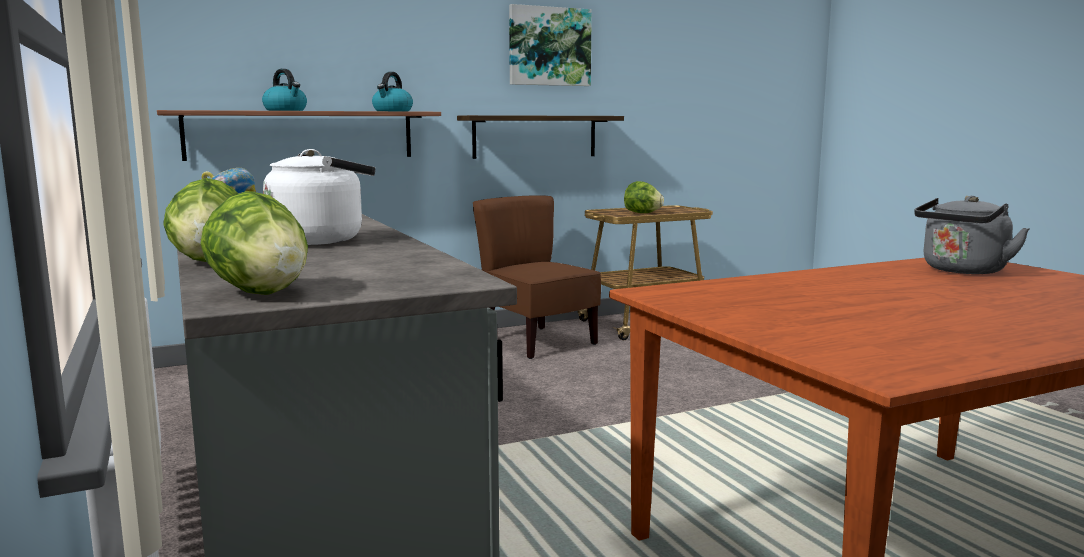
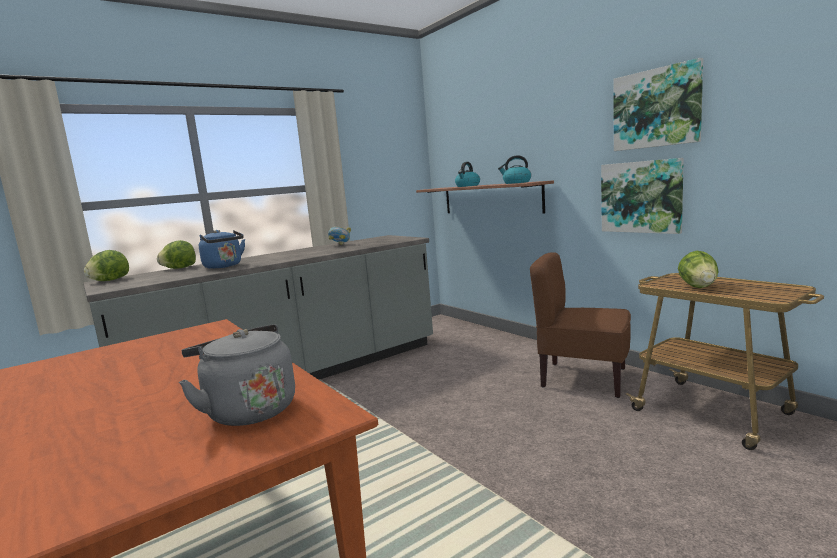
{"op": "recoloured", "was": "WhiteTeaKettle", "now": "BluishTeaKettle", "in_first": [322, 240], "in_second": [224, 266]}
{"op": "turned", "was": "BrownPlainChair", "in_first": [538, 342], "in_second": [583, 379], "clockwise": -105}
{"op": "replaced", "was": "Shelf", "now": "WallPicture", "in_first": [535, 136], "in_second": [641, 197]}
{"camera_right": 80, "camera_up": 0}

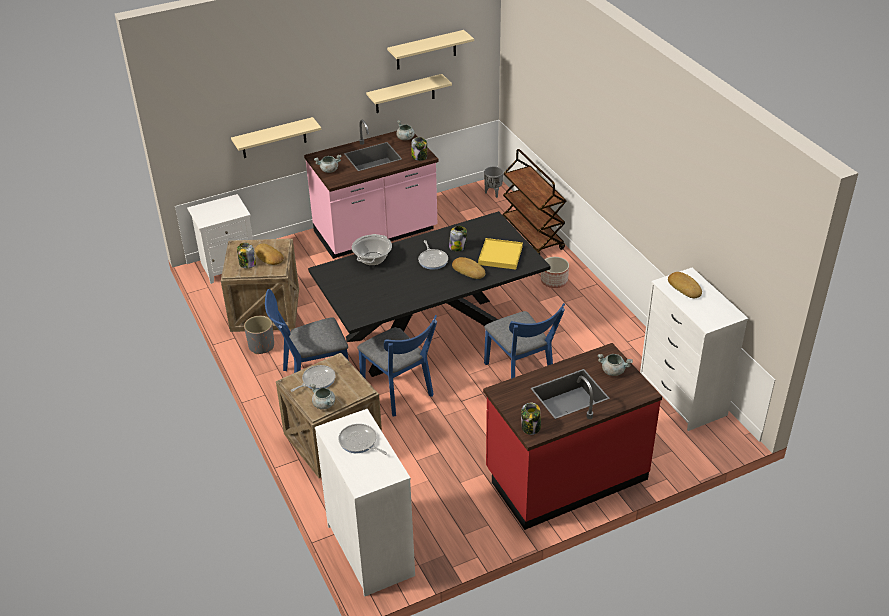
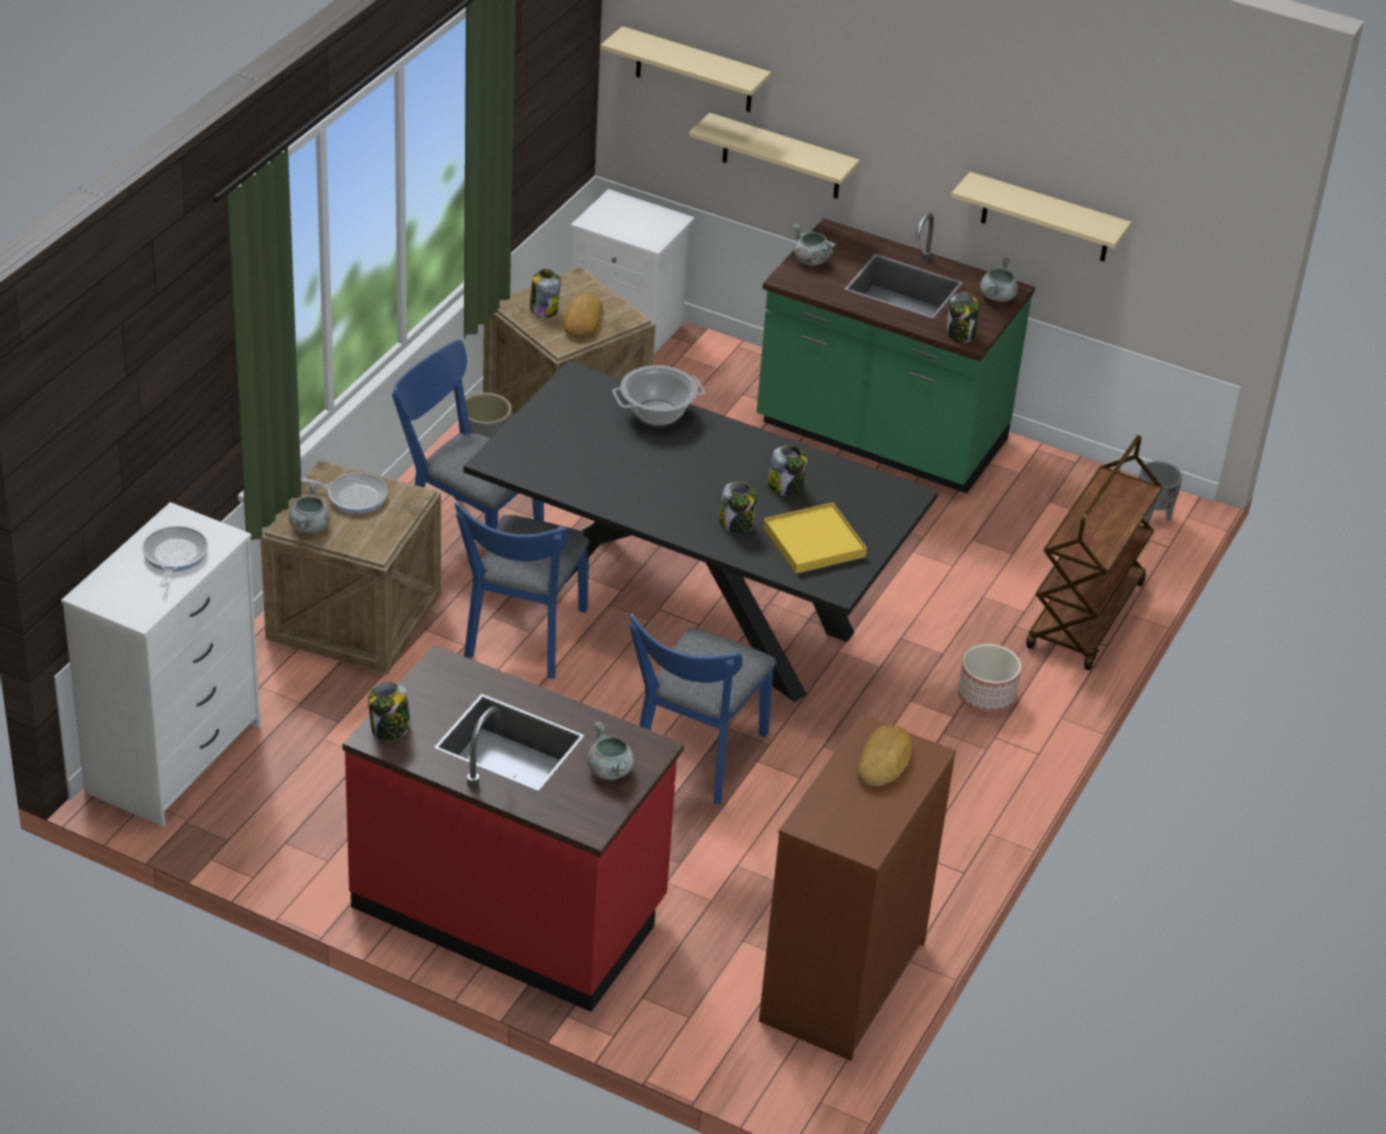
{"op": "moved", "was": "BeigeShelf", "in_first": [426, 50], "in_second": [694, 71]}
{"op": "replaced", "was": "Bread", "now": "Jar", "in_first": [469, 270], "in_second": [737, 524]}
{"op": "recoloured", "was": "PinkColouredKitchenBaseUnit", "now": "GreenColouredKitchenBaseUnit", "in_first": [376, 233], "in_second": [880, 436]}
{"op": "recoloured", "was": "WhiteChestOfDrawers", "now": "BrownChestOfDrawers", "in_first": [682, 396], "in_second": [841, 981]}
{"op": "removed", "was": "Pan", "in_first": [433, 260]}
{"camera_right": 50, "camera_up": 0}

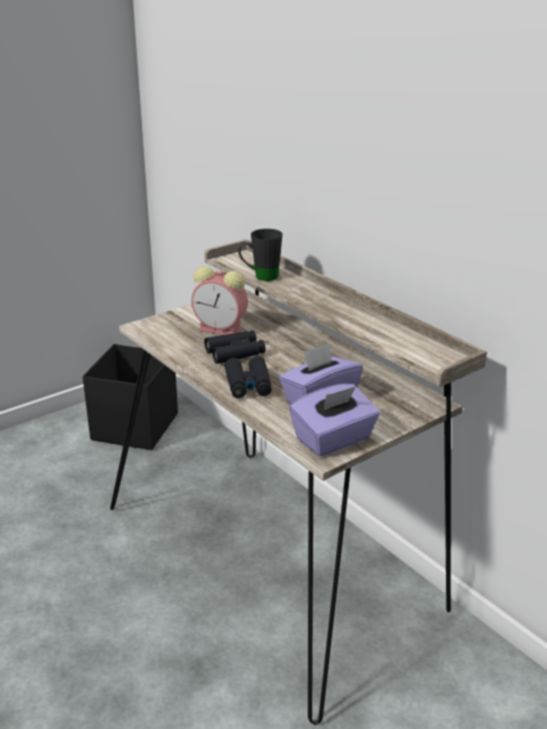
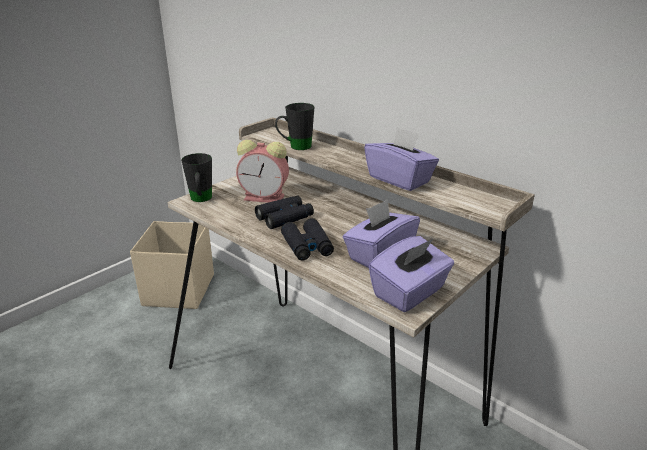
{"op": "recoloured", "was": "BlackishStorageBin", "now": "BeigeStorageBin", "in_first": [134, 427], "in_second": [178, 291]}
{"op": "added", "now": "BlackishCoffeeMug", "in_second": [201, 200]}
{"op": "added", "now": "PurpleColouredTissueHolder", "in_second": [399, 179]}
{"camera_right": -10, "camera_up": 0}

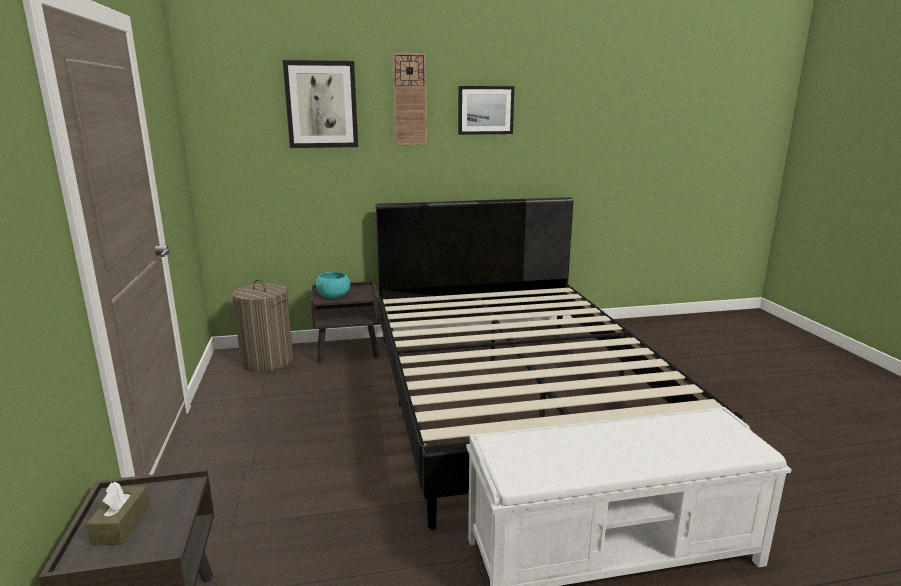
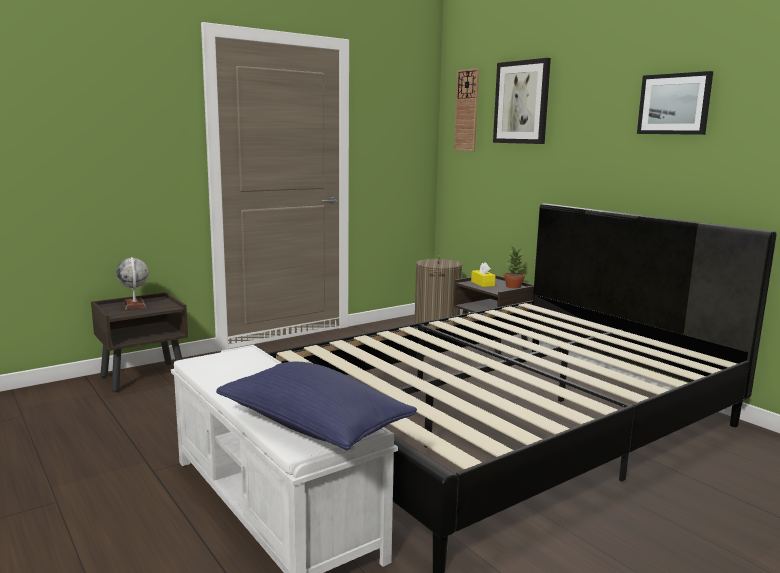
{"op": "replaced", "was": "BrownTissueHolder", "now": "WorldGlobe", "in_first": [121, 524], "in_second": [134, 305]}
{"op": "added", "now": "BluishPillow", "in_second": [313, 426]}
{"op": "moved", "was": "HangingClock", "in_first": [410, 100], "in_second": [466, 110]}
{"op": "replaced", "was": "BlueGreenBowl", "now": "YellowishTissueHolder", "in_first": [333, 295], "in_second": [482, 283]}
{"op": "added", "now": "PottedPlant", "in_second": [513, 286]}
{"camera_right": 65, "camera_up": -5}

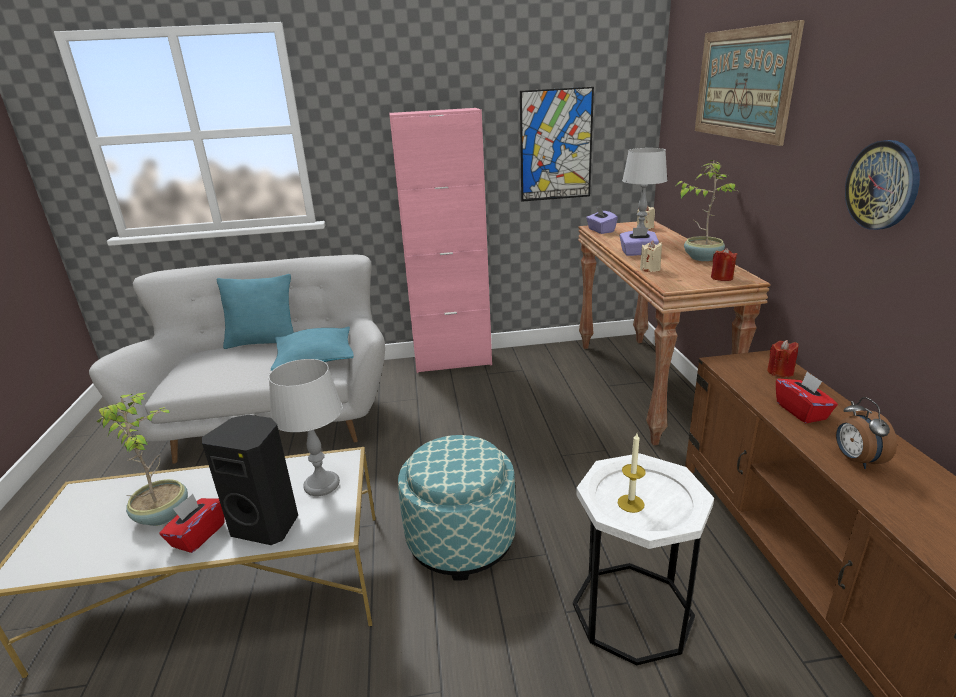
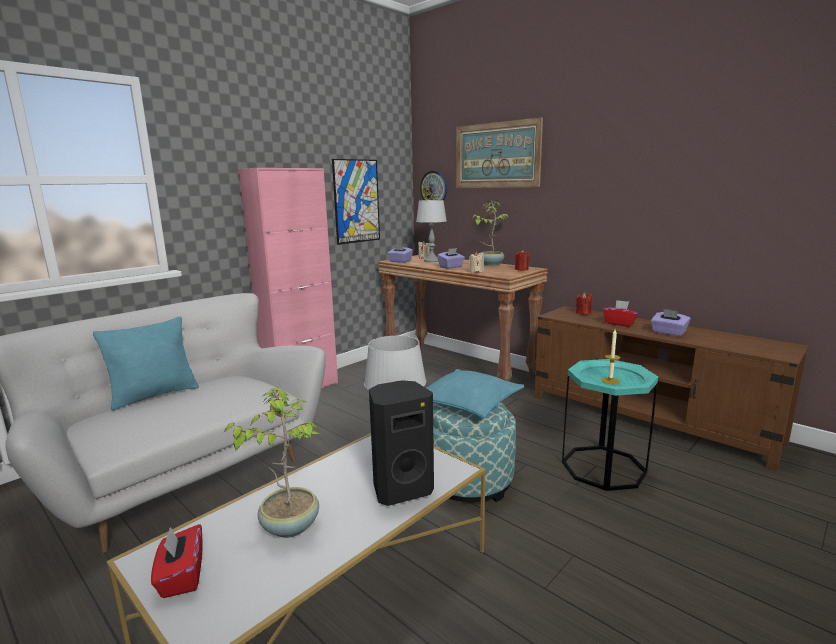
{"op": "moved", "was": "ReddishTissueHolder", "in_first": [198, 535], "in_second": [181, 576]}
{"op": "moved", "was": "HangingClock", "in_first": [882, 185], "in_second": [434, 188]}
{"op": "moved", "was": "BlueGreenPillow", "in_first": [315, 358], "in_second": [469, 403]}
{"op": "recoloured", "was": "WhiteEndTable", "now": "BlueGreenEndTable", "in_first": [632, 611], "in_second": [603, 467]}
{"op": "replaced", "was": "BedsideClock", "now": "PurpleColouredTissueHolder", "in_first": [856, 460], "in_second": [668, 333]}
{"camera_right": -40, "camera_up": -10}

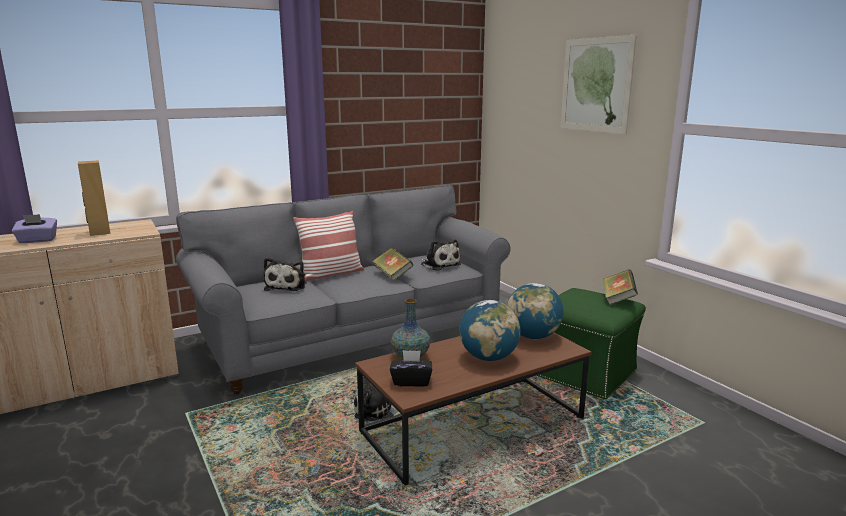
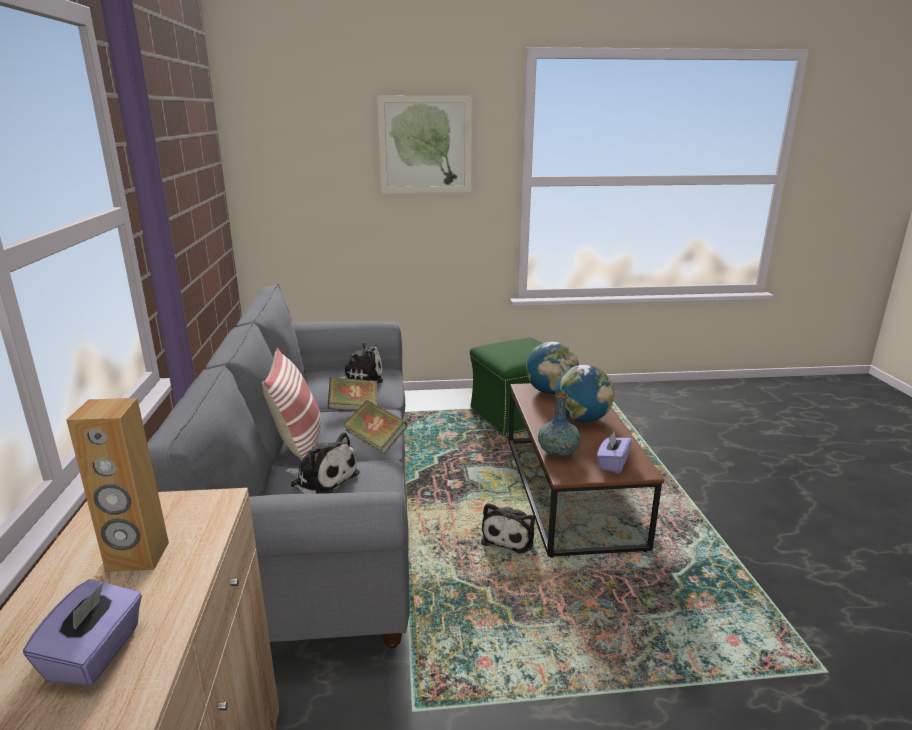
{"op": "moved", "was": "Book", "in_first": [618, 299], "in_second": [376, 442]}
{"op": "recoloured", "was": "BlackishTissueHolder", "now": "PurpleColouredTissueHolder", "in_first": [411, 381], "in_second": [612, 464]}
{"camera_right": -65, "camera_up": 5}

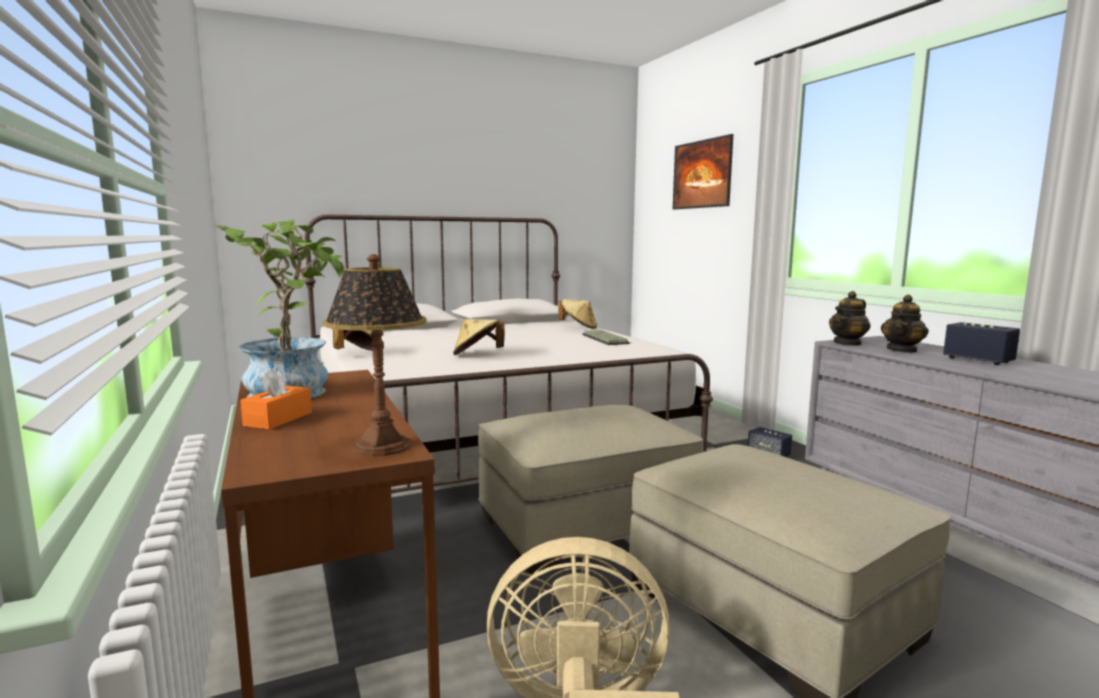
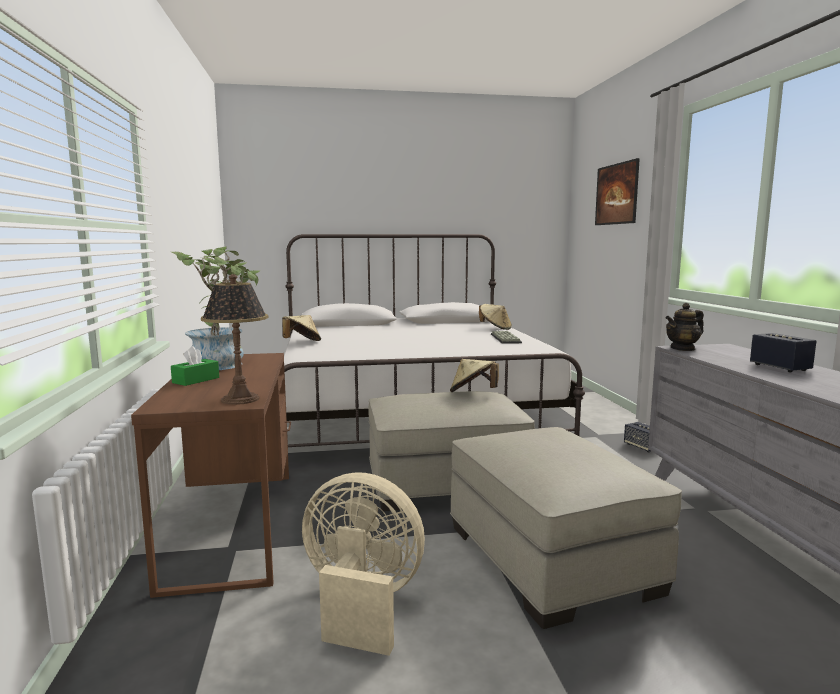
{"op": "recoloured", "was": "OrangeyTissueHolder", "now": "GreenColouredTissueHolder", "in_first": [278, 419], "in_second": [196, 380]}
{"op": "moved", "was": "BeigeClothingHat", "in_first": [477, 355], "in_second": [472, 393]}
{"op": "removed", "was": "PotForTea", "in_first": [902, 350]}
{"camera_right": 15, "camera_up": 0}

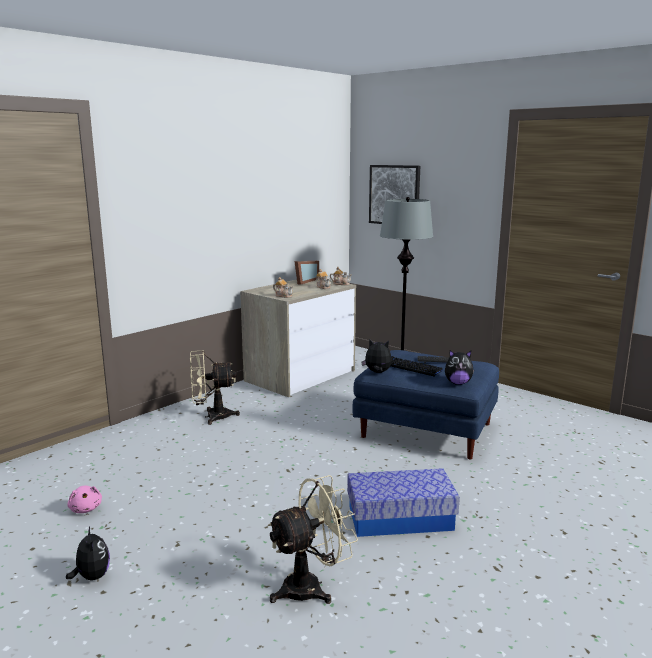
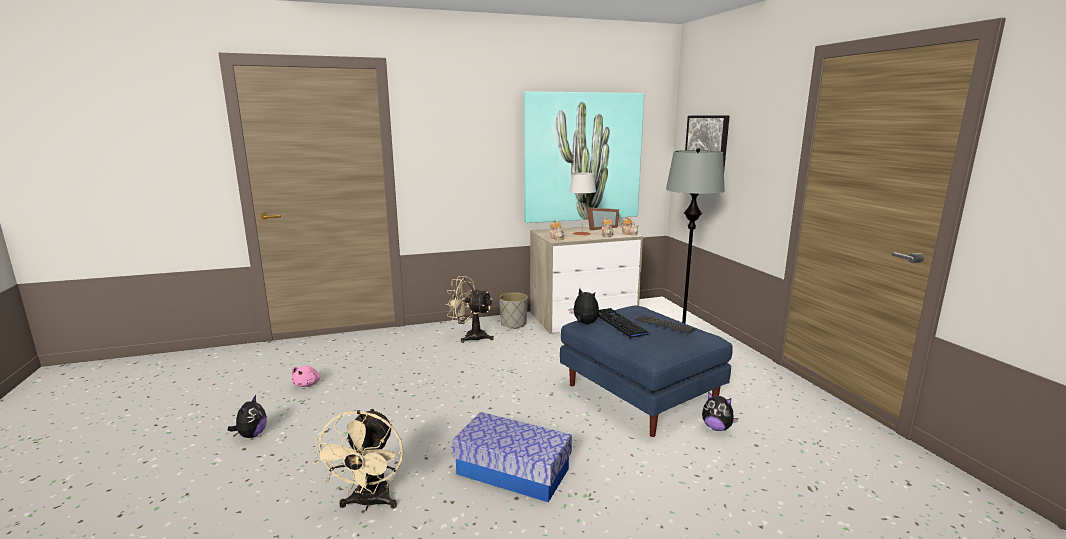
{"op": "turned", "was": "BeigeFan", "in_first": [311, 586], "in_second": [369, 503], "clockwise": 90}
{"op": "added", "now": "GrayPlanter", "in_second": [513, 324]}
{"op": "added", "now": "WallPicture", "in_second": [582, 157]}
{"op": "added", "now": "GrayTabletopLamp", "in_second": [581, 233]}
{"op": "moved", "was": "CuddlyToy", "in_first": [458, 383], "in_second": [717, 428]}
{"camera_right": 30, "camera_up": 0}

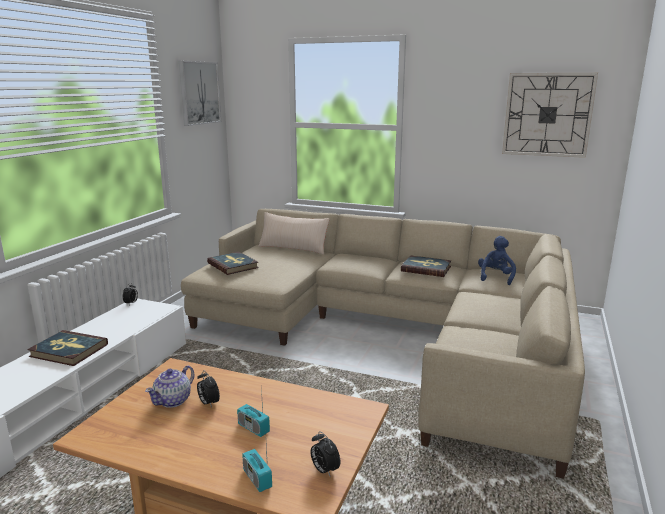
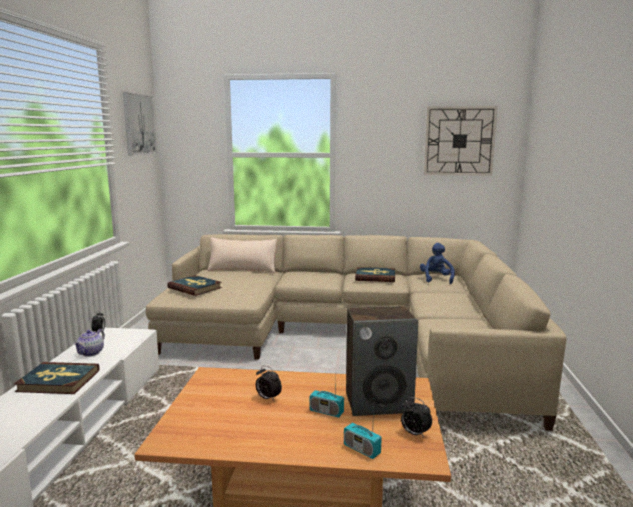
{"op": "moved", "was": "PotForTea", "in_first": [173, 400], "in_second": [91, 353]}
{"op": "added", "now": "AudioSpeaker", "in_second": [379, 402]}
{"camera_right": -15, "camera_up": -5}

